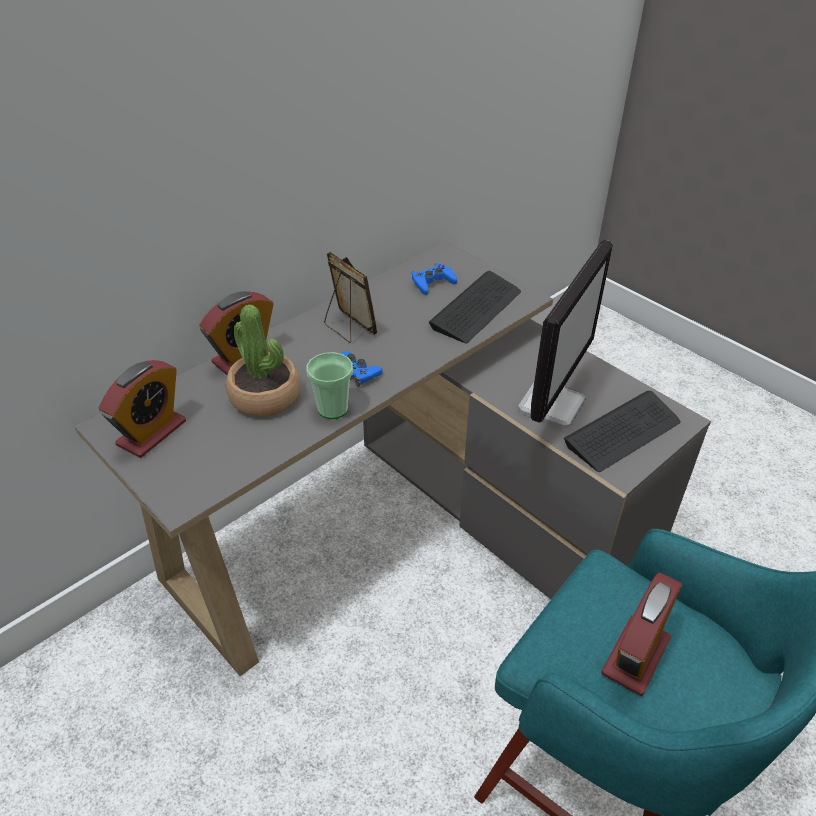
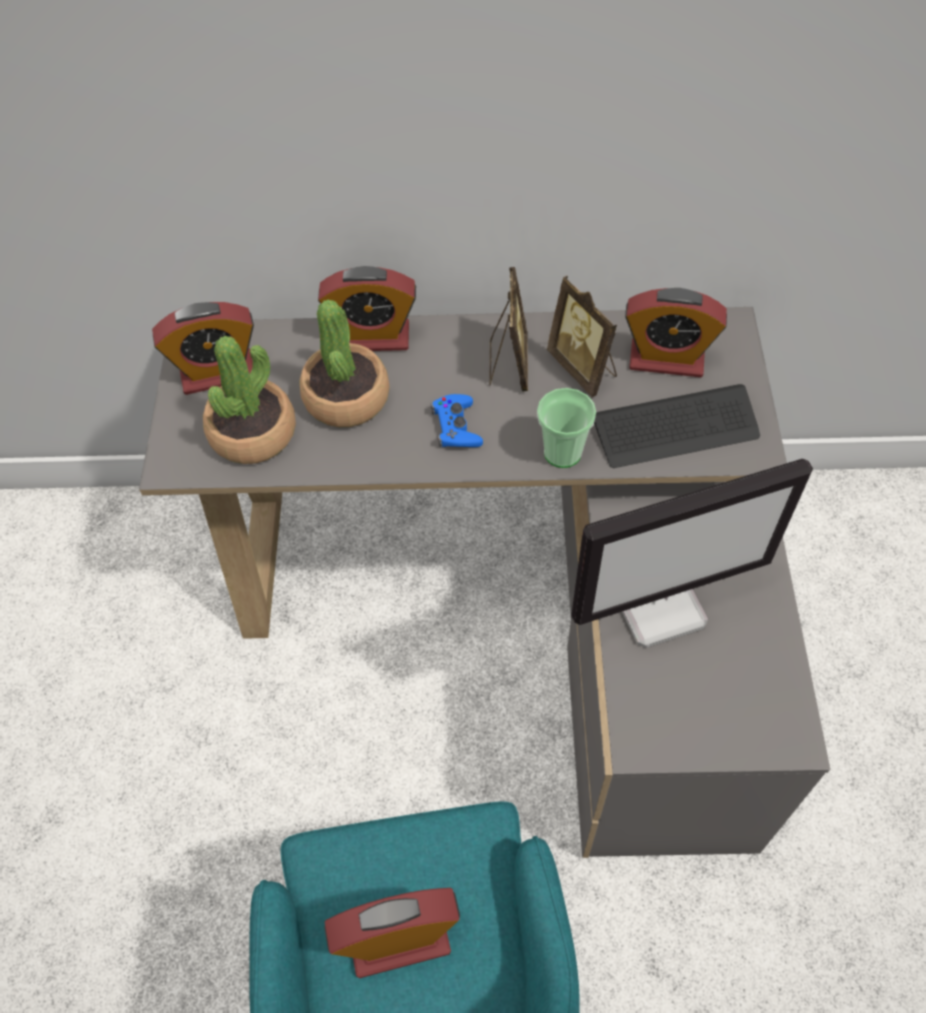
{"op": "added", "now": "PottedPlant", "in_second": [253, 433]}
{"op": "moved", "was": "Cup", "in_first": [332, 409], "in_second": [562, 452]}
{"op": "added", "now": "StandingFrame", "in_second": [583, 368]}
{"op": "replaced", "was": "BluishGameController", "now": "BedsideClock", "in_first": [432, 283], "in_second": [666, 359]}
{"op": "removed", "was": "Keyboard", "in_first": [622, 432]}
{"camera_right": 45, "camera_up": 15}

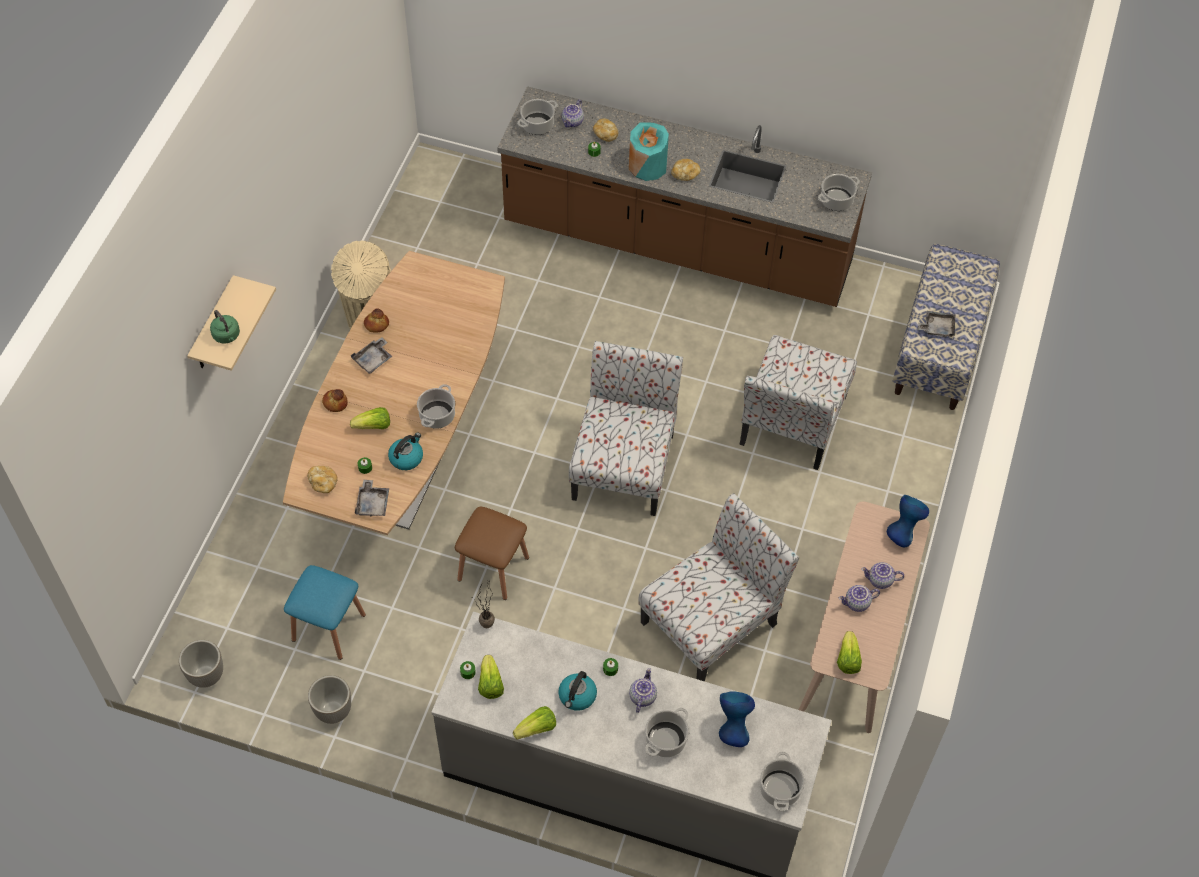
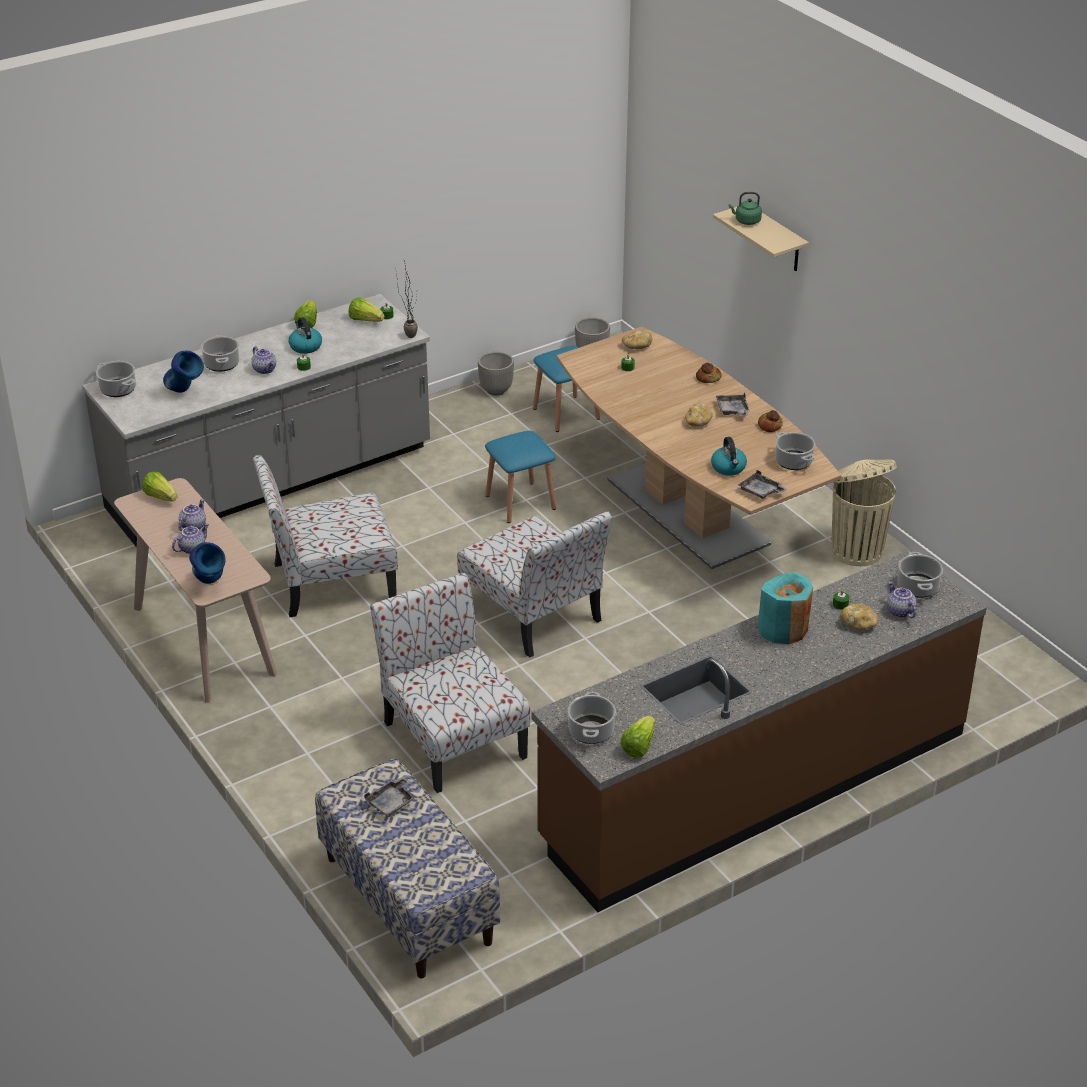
{"op": "turned", "was": "PlainChair", "in_first": [712, 621], "in_second": [330, 582], "clockwise": 75}
{"op": "recoloured", "was": "BrownStoolSeat", "now": "BluishStoolSeat", "in_first": [493, 568], "in_second": [520, 502]}
{"op": "moved", "was": "Lettuce", "in_first": [373, 426], "in_second": [638, 746]}
{"op": "moved", "was": "Bread", "in_first": [685, 174], "in_second": [698, 422]}
{"op": "moved", "was": "TeaKettle", "in_first": [406, 457], "in_second": [728, 468]}
{"op": "moved", "was": "GrayCarryingTray", "in_first": [372, 503], "in_second": [761, 491]}
{"op": "moved", "was": "Stockpot", "in_first": [437, 416], "in_second": [793, 461]}
{"camera_right": 130, "camera_up": -20}

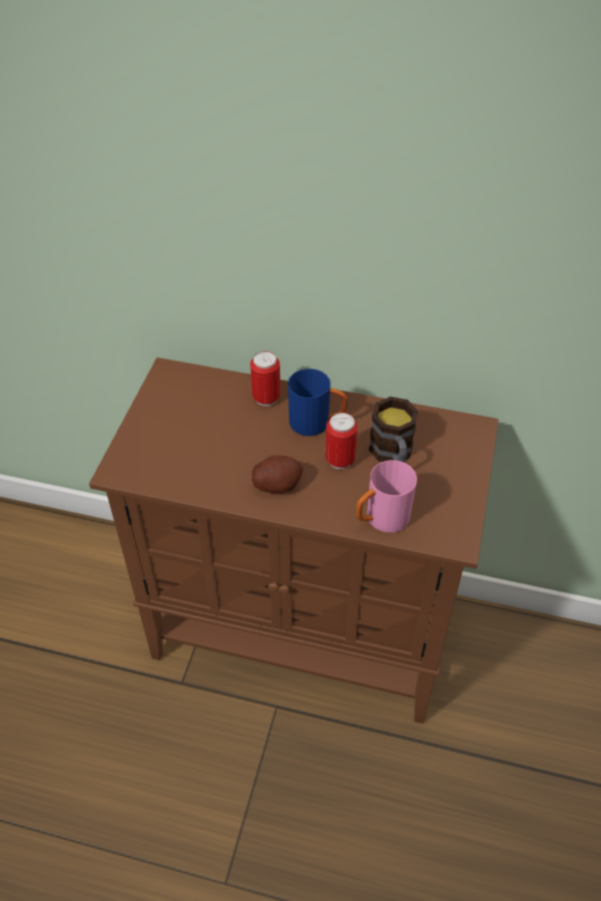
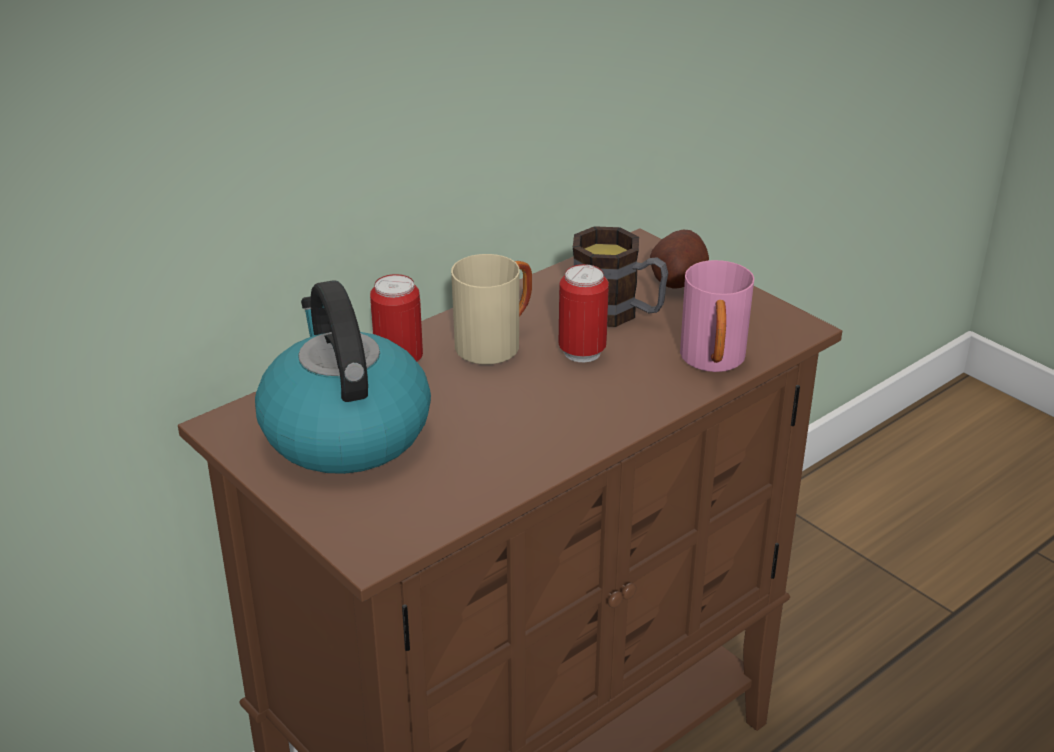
{"op": "added", "now": "TeaKettle", "in_second": [344, 431]}
{"op": "recoloured", "was": "BluishCoffeeMug", "now": "BeigeCoffeeMug", "in_first": [317, 423], "in_second": [497, 343]}
{"op": "moved", "was": "Spud", "in_first": [277, 484], "in_second": [677, 280]}
{"camera_right": -55, "camera_up": -15}

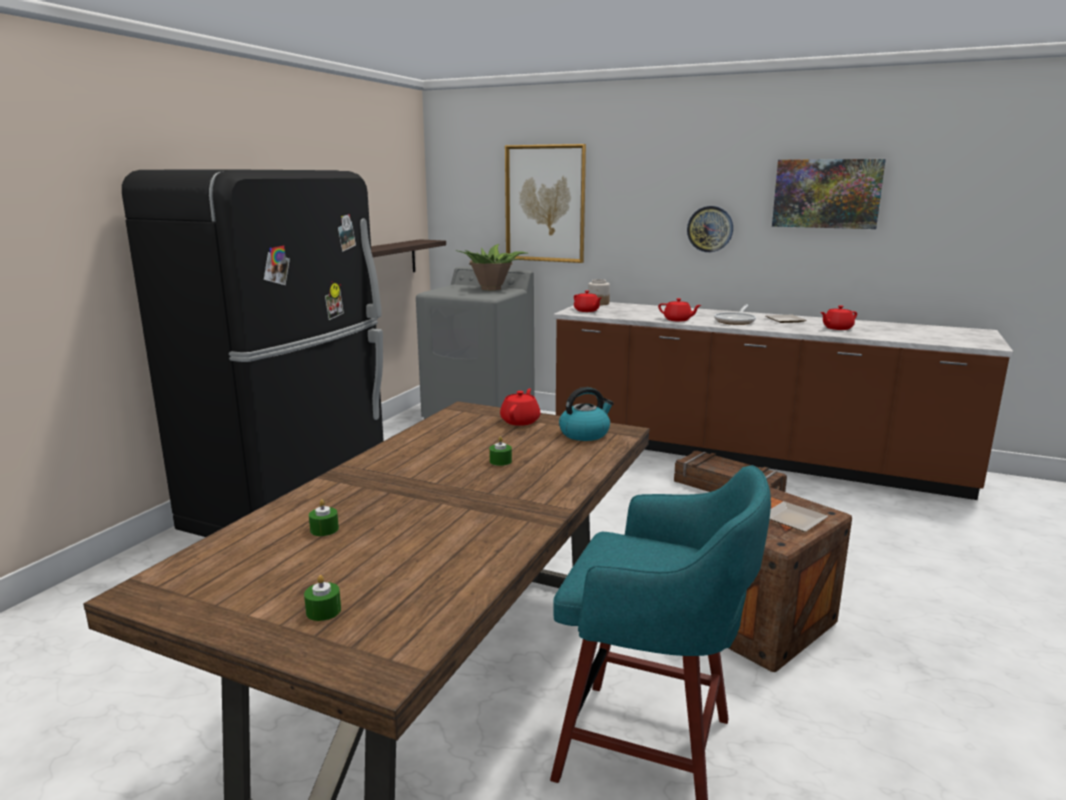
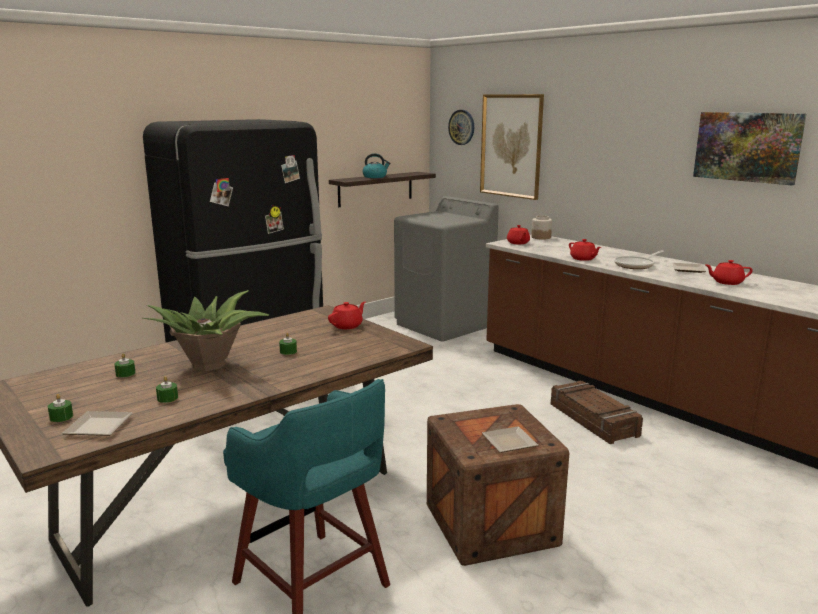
{"op": "added", "now": "Plate", "in_second": [99, 427]}
{"op": "moved", "was": "PottedPlant", "in_first": [492, 289], "in_second": [210, 364]}
{"op": "added", "now": "GreenColouredWaxLight", "in_second": [167, 398]}
{"op": "moved", "was": "TeaKettle", "in_first": [585, 433], "in_second": [375, 177]}
{"op": "moved", "was": "HangingClock", "in_first": [710, 229], "in_second": [462, 127]}
{"camera_right": 25, "camera_up": 0}

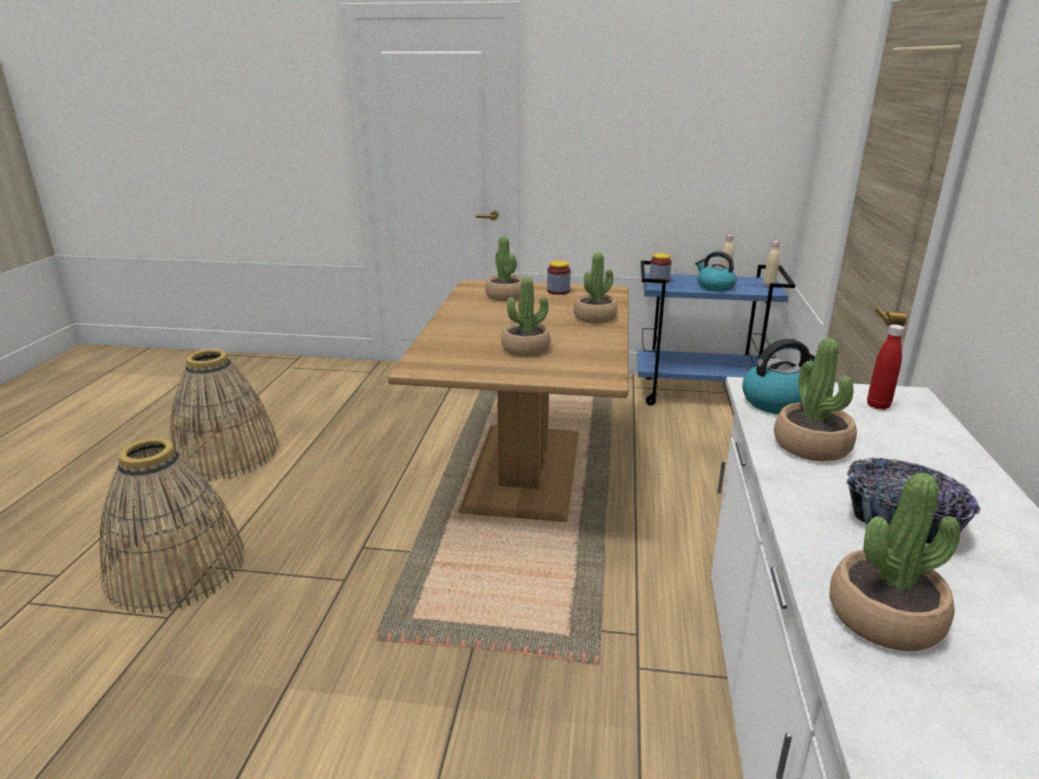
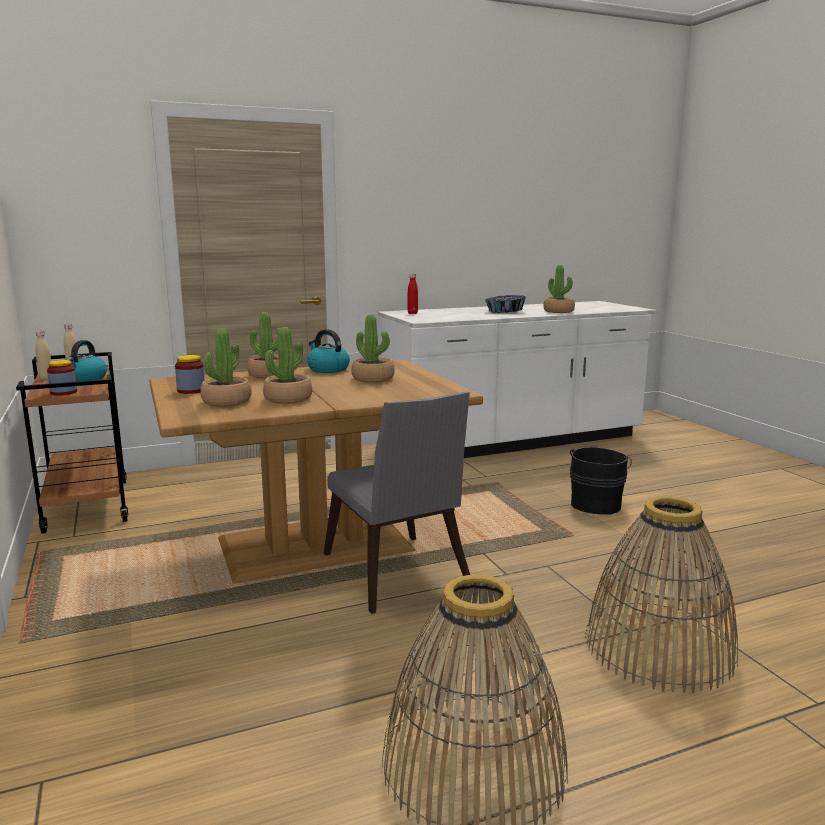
{"op": "recoloured", "was": "BluishCart", "now": "BrownCart", "in_first": [700, 394], "in_second": [86, 505]}
{"op": "moved", "was": "PottedPlant", "in_first": [812, 446], "in_second": [288, 399]}
{"op": "moved", "was": "TeaKettle", "in_first": [777, 402], "in_second": [327, 369]}
{"op": "added", "now": "GrayPlainChair", "in_second": [397, 577]}
{"op": "added", "now": "BlackishBucket", "in_second": [596, 504]}
{"camera_right": -120, "camera_up": -10}

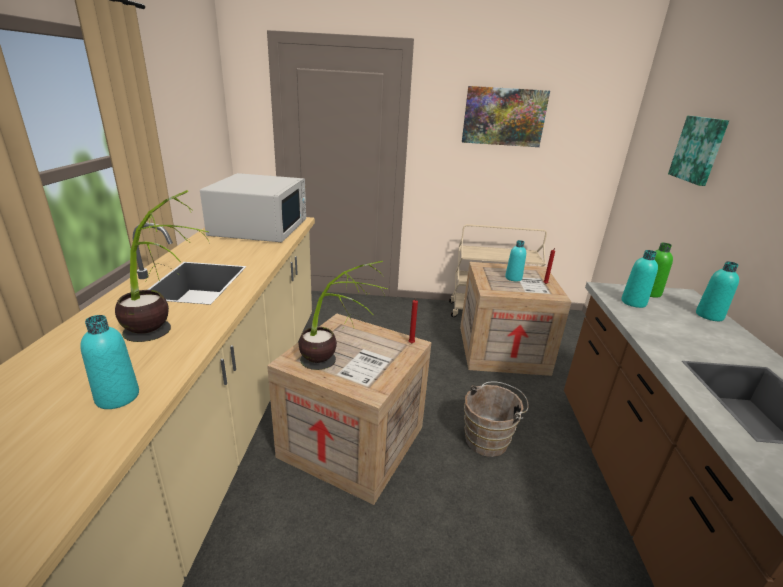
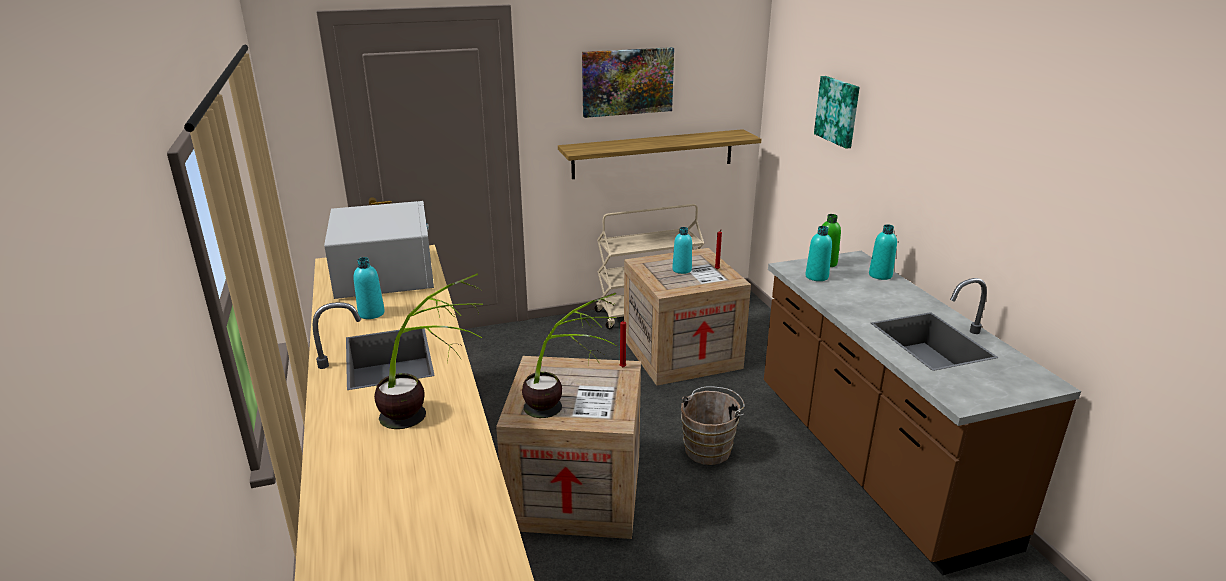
{"op": "moved", "was": "BlueGreenDrinkBottle", "in_first": [117, 397], "in_second": [371, 313]}
{"op": "added", "now": "Shelf", "in_second": [653, 154]}
{"camera_right": -20, "camera_up": 0}

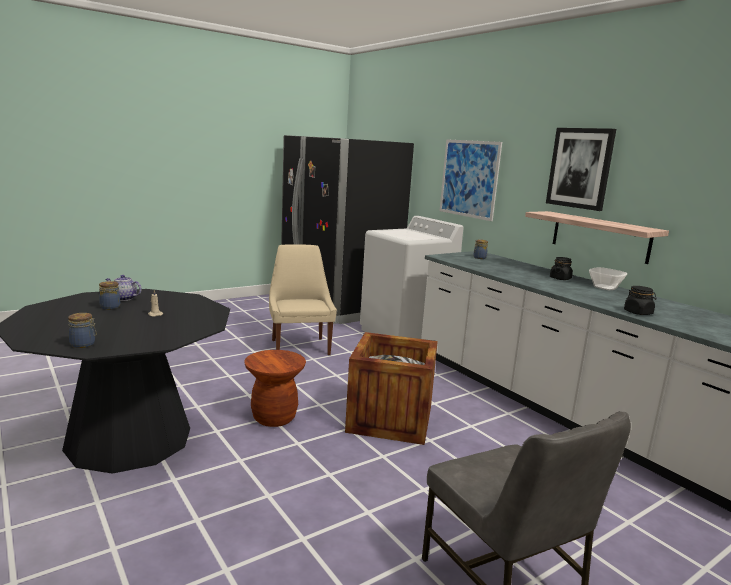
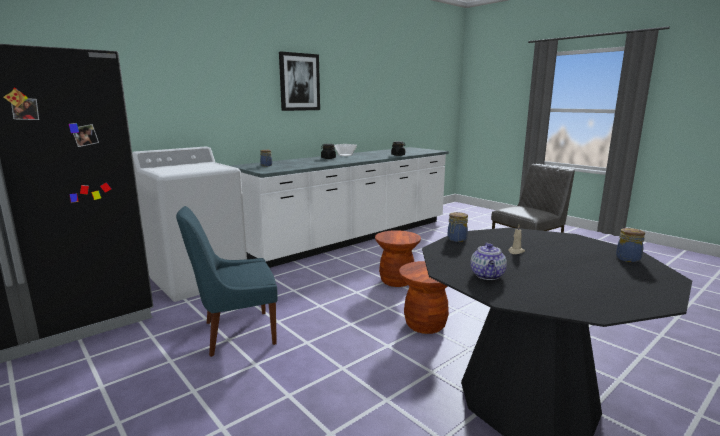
{"op": "recoloured", "was": "BeigePlainChair", "now": "BluishPlainChair", "in_first": [300, 346], "in_second": [236, 333]}
{"op": "replaced", "was": "Crate", "now": "BrownStoolSeat", "in_first": [390, 419], "in_second": [396, 281]}
{"op": "moved", "was": "Jar", "in_first": [110, 307], "in_second": [456, 239]}
{"op": "removed", "was": "WallPicture", "in_first": [469, 178]}
{"op": "removed", "was": "Shelf", "in_first": [600, 236]}
{"camera_right": -95, "camera_up": 0}

